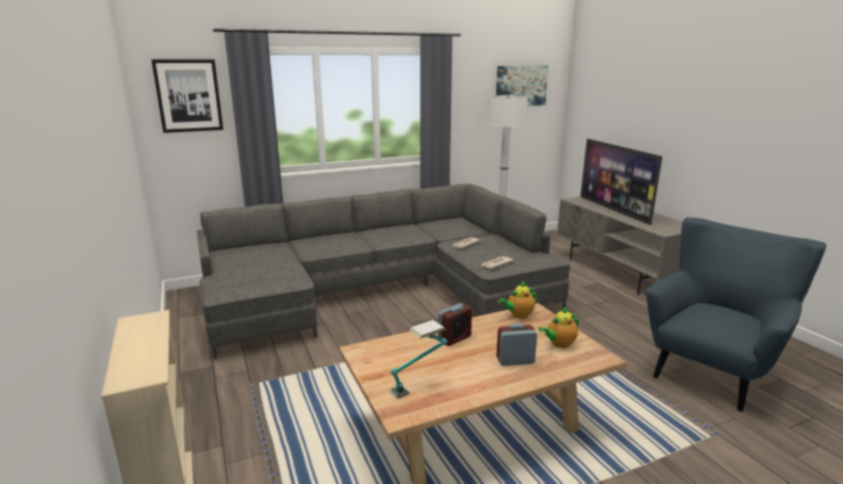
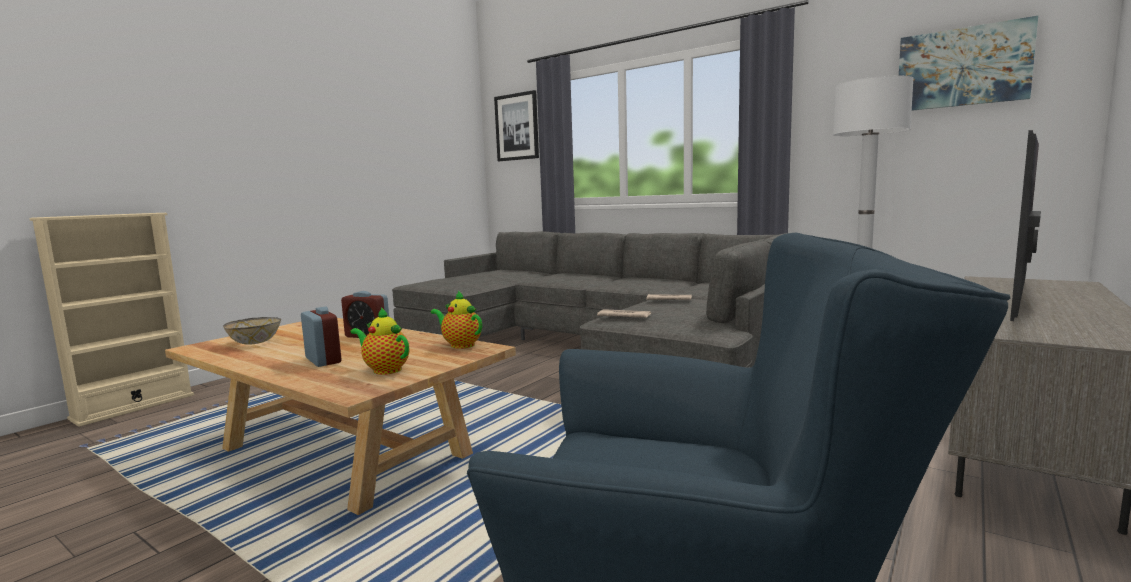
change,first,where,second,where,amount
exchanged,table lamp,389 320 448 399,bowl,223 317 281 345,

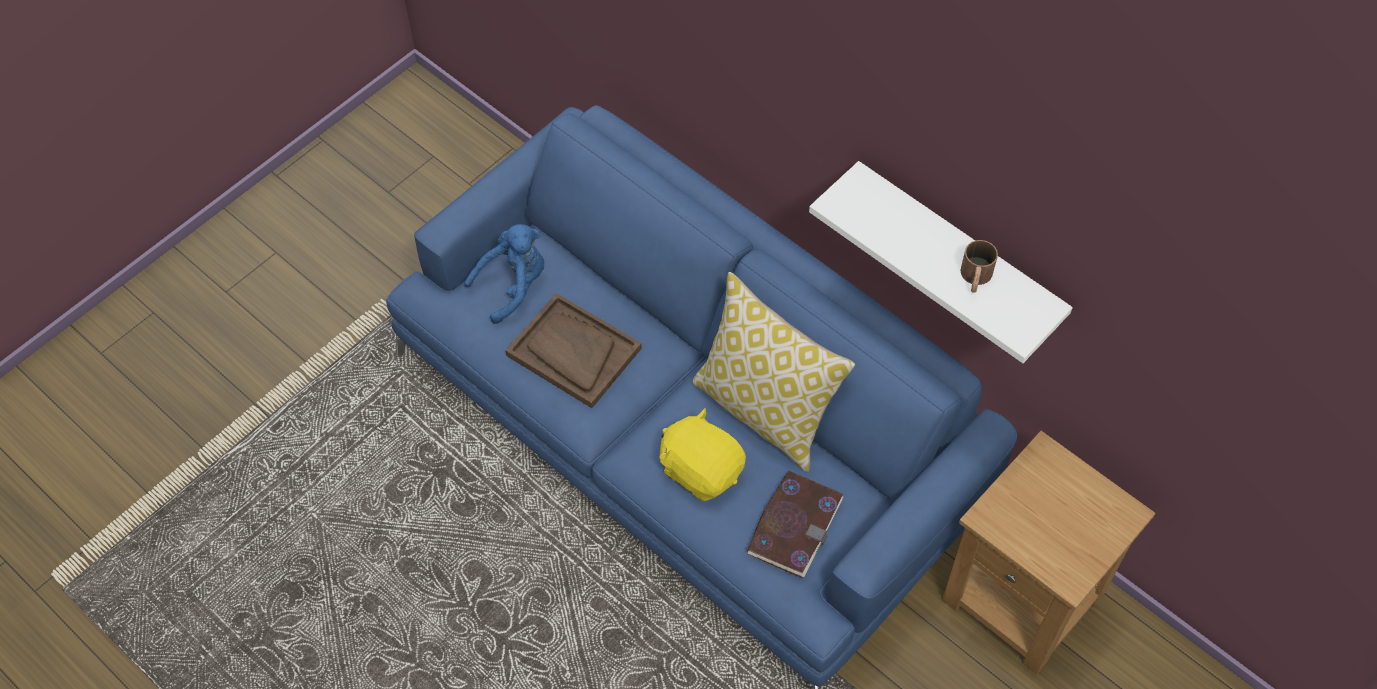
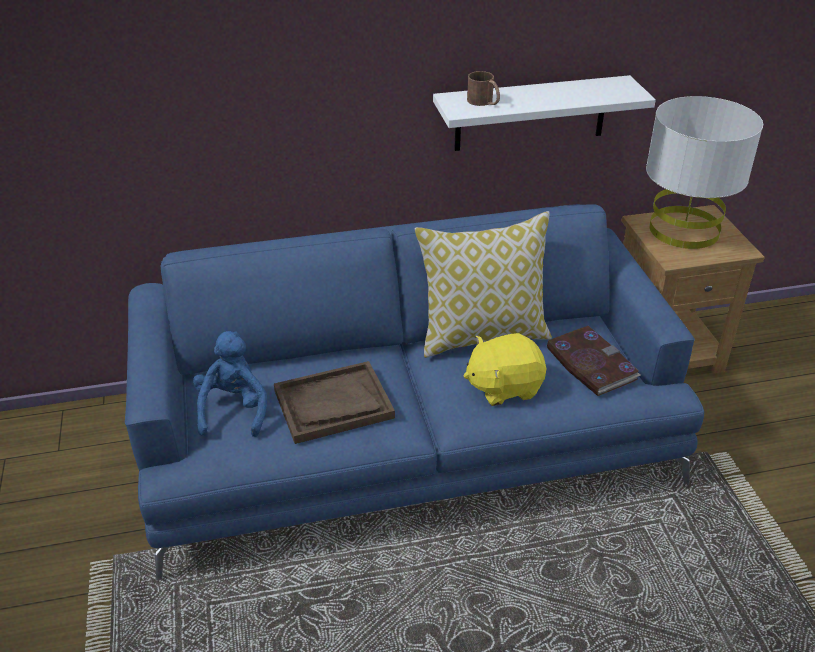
change,first,where,second,where,amount
relocated,mug (brown),960 240 998 293,,467 71 500 106,
appeared,,,table lamp (white),646 96 763 249,

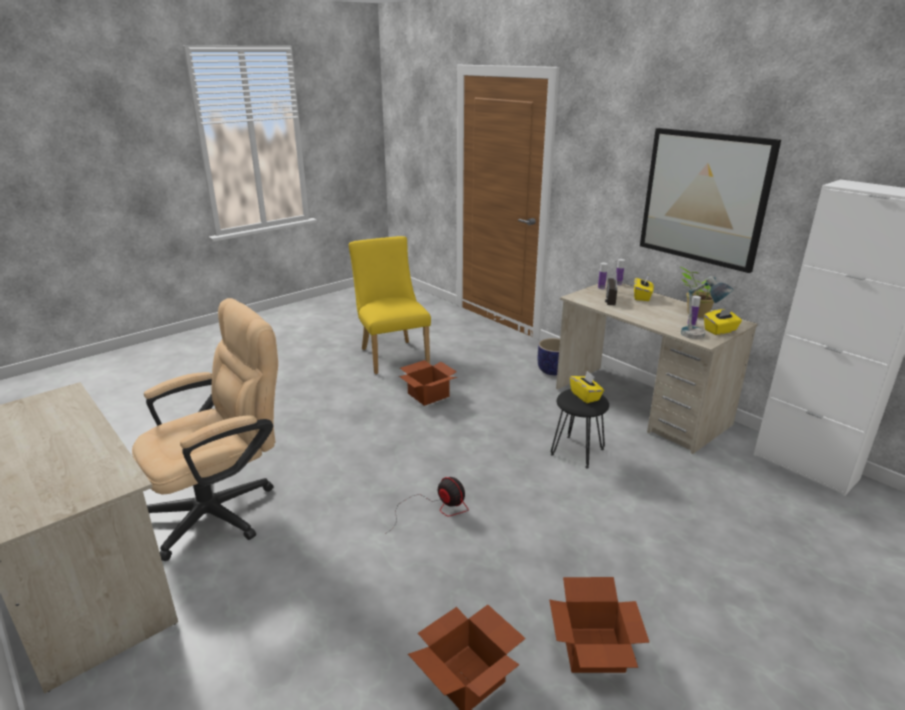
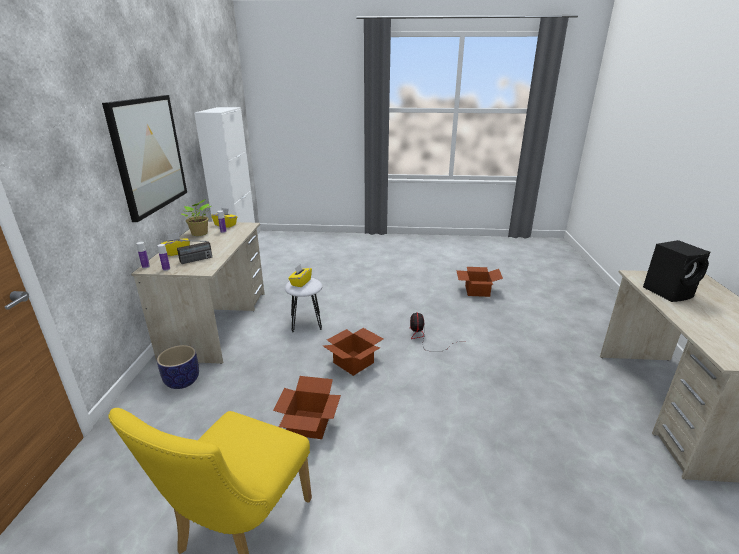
change,first,where,second,where,amount
colour,stool (black),551 389 609 468,stool (white),285 278 322 333,
relocated,cardboard box,549 577 650 673,,323 328 383 376,
appeared,,,speaker (black),643 240 710 302,
missing,office chair (beige),132 298 278 561,,,
missing,table lamp,681 276 734 339,,,

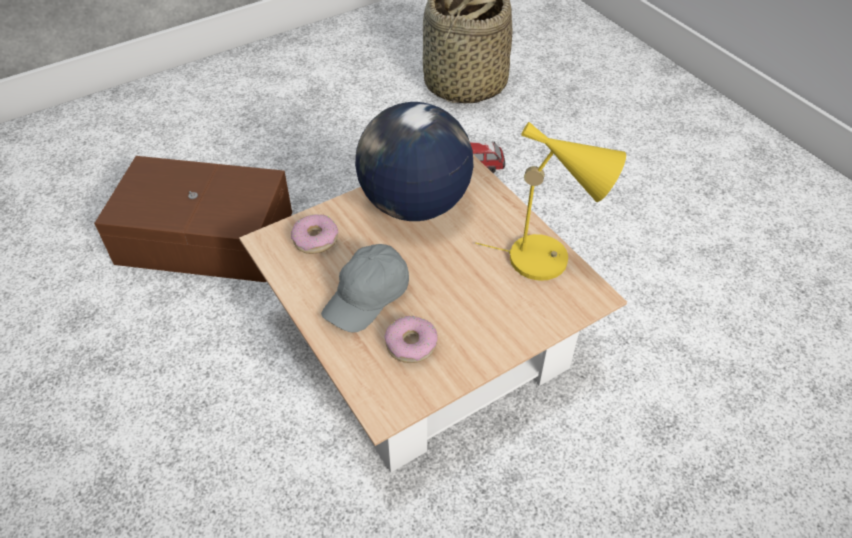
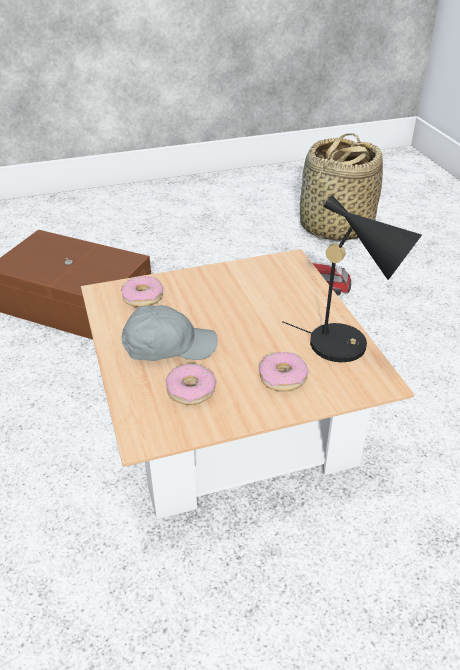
change,first,where,second,where,amount
spun,cap (grey),321 244 409 333,,121 305 218 361,150 degrees counterclockwise
appeared,,,donut,259 352 309 392,
colour,table lamp (yellow),475 122 626 281,table lamp (black),282 195 422 362,
missing,globe,355 102 473 221,,,

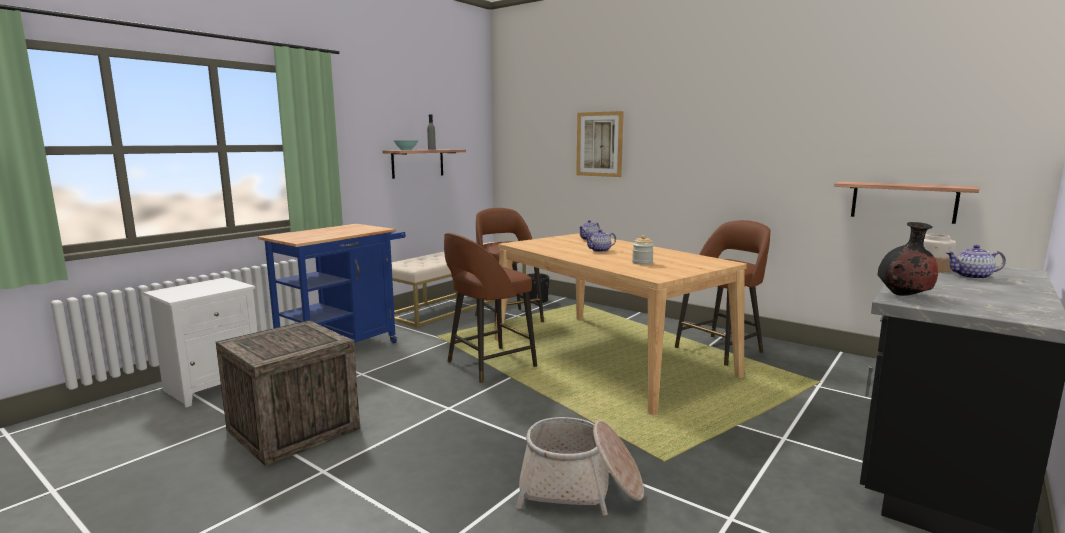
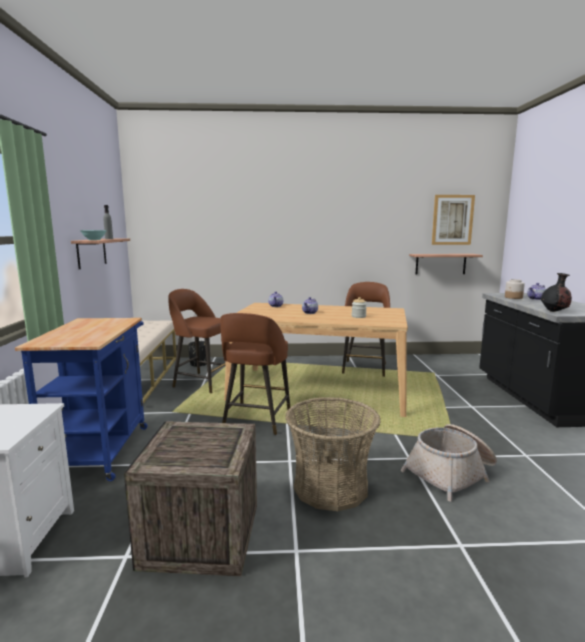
change,first,where,second,where,amount
appeared,,,basket,285 397 381 511,
relocated,picture,576 111 624 177,,432 195 475 245,

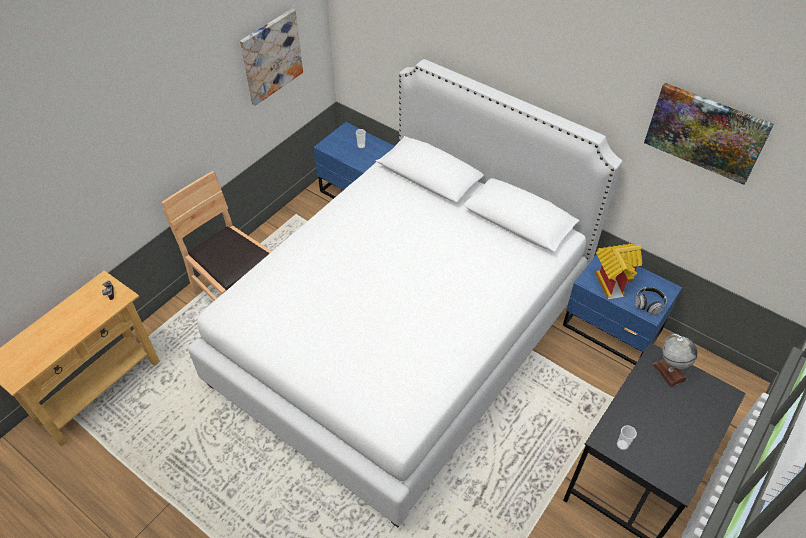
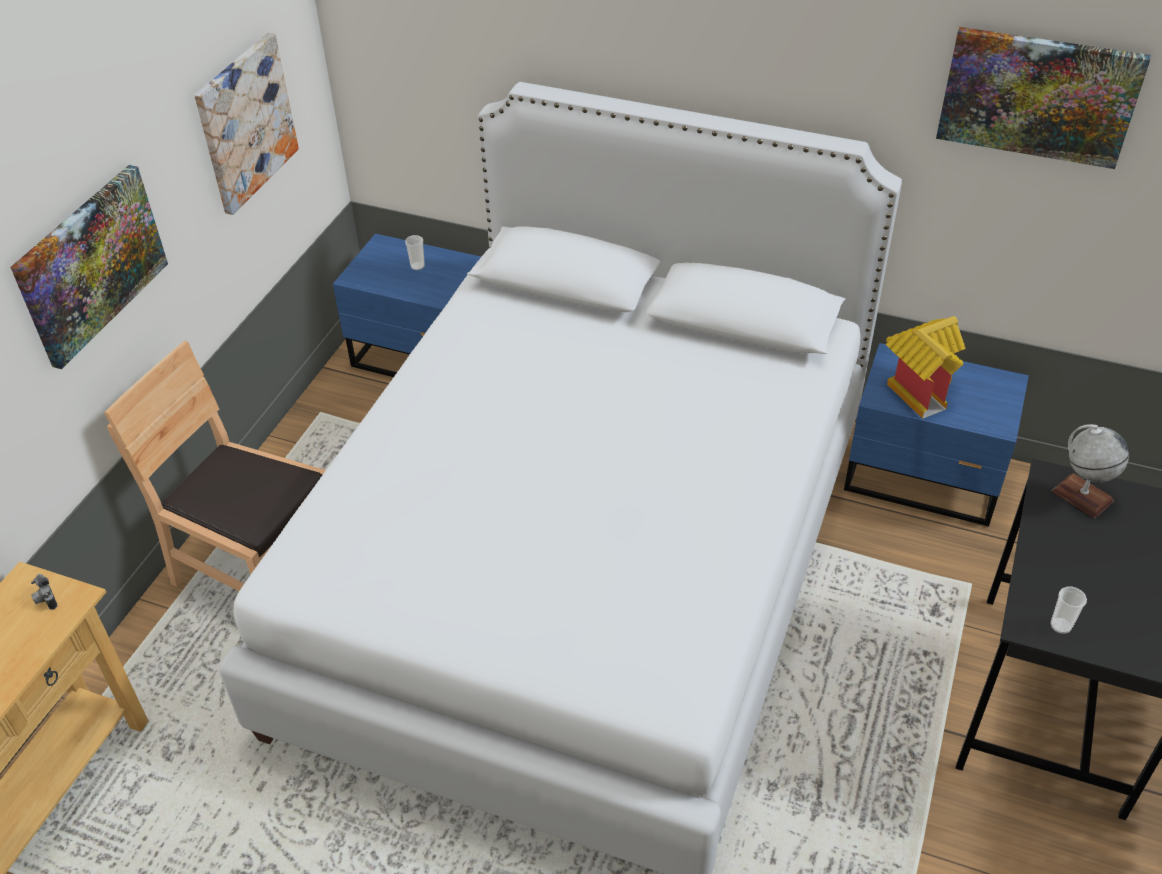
change,first,where,second,where,amount
appeared,,,picture,10 165 168 369,
missing,headphones,635 287 667 315,,,

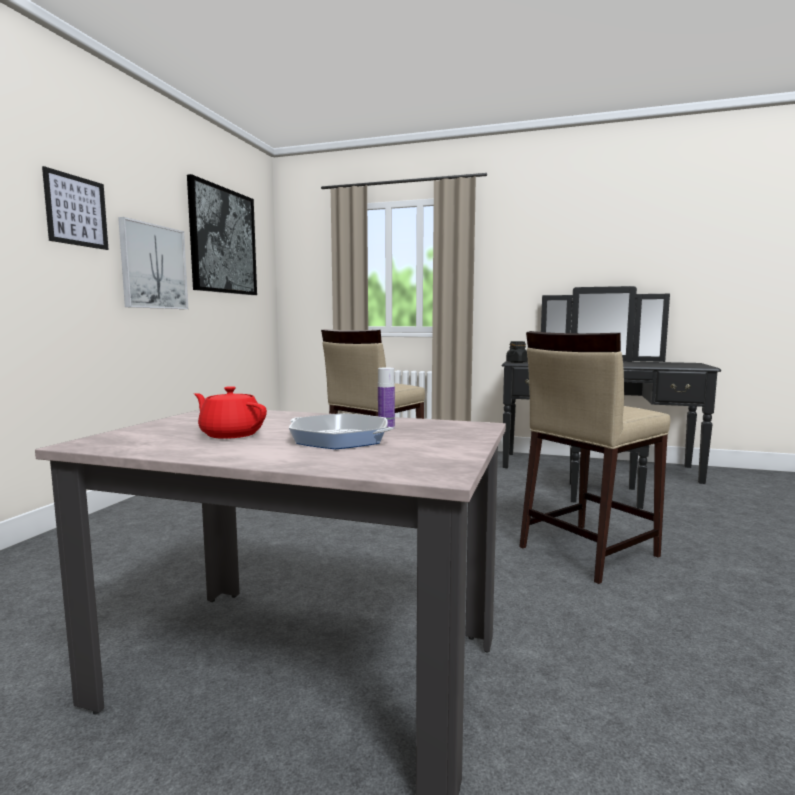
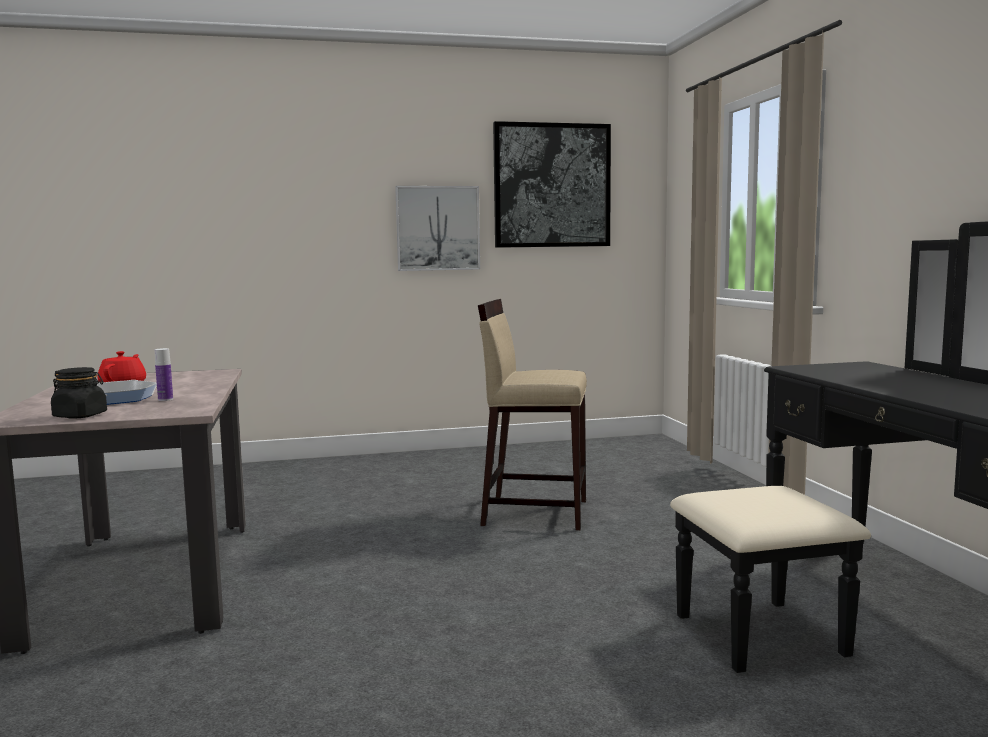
change,first,where,second,where,amount
relocated,jar (black),506 341 528 363,,51 367 107 419,
missing,picture,42 166 109 250,,,
missing,stool (beige),519 331 670 584,,,

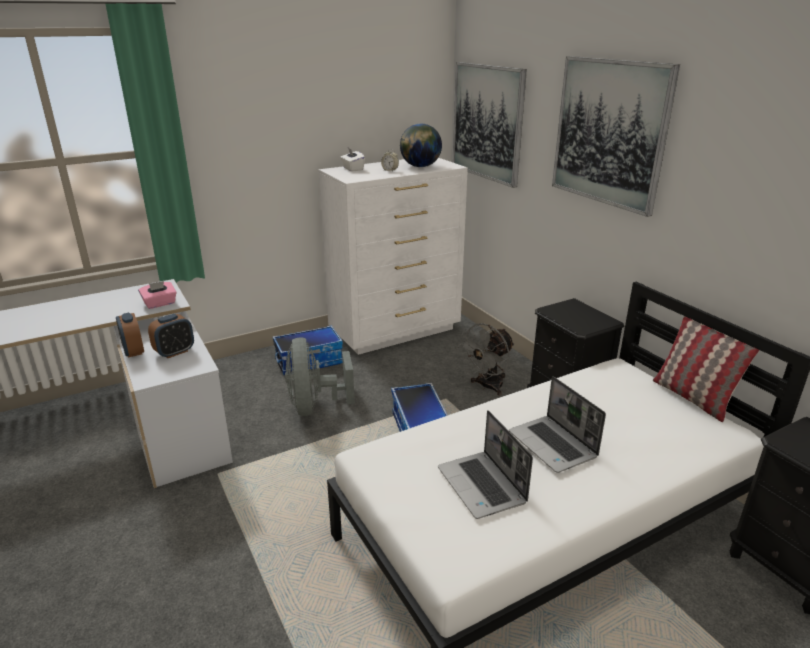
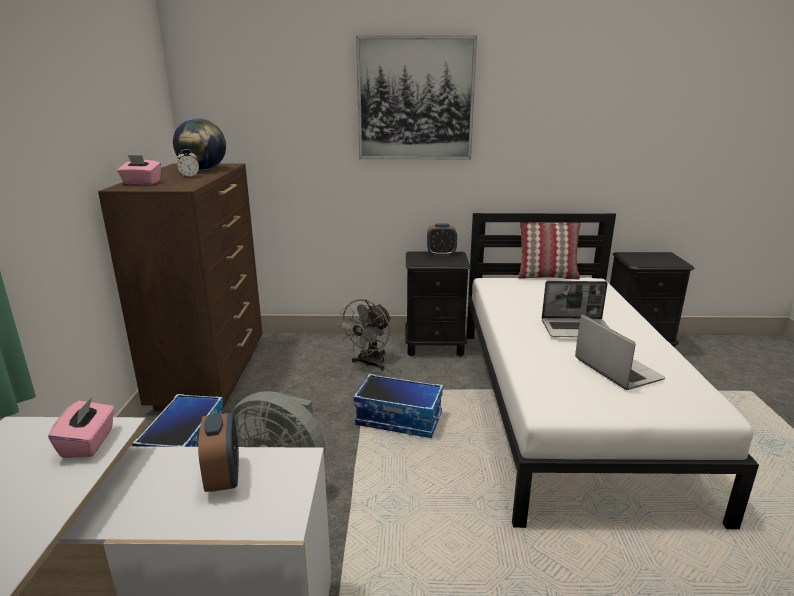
change,first,where,second,where,amount
colour,dresser (white),319 158 468 355,dresser (brown),98 163 263 411,
colour,tissue box (white),340 148 365 172,tissue box (pink),117 155 161 185,
spun,fan (grey),458 323 515 396,,337 299 391 371,45 degrees clockwise
relocated,alarm clock,116 313 144 358,,427 223 457 256,
spun,laptop,438 410 533 519,,575 314 665 390,120 degrees counterclockwise
missing,picture,453 62 527 188,,,

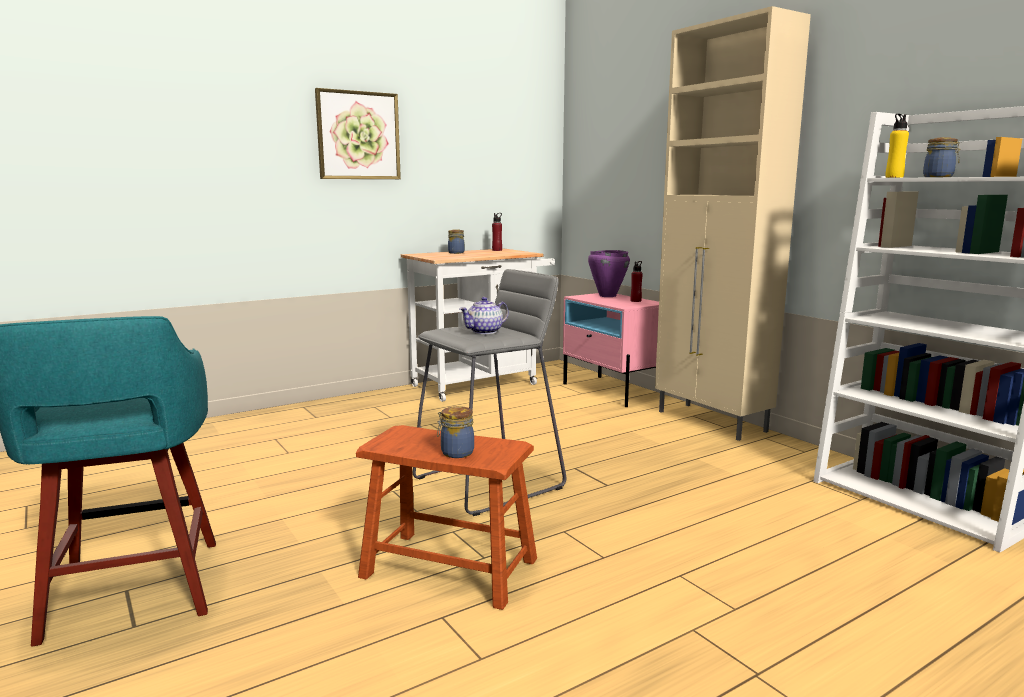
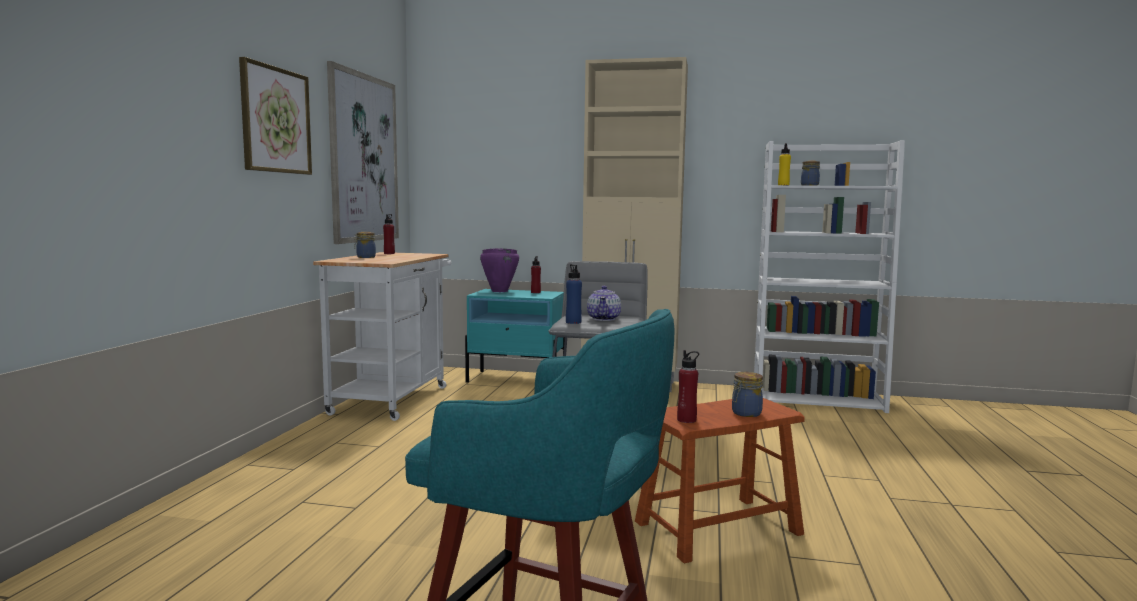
change,first,where,second,where,amount
appeared,,,picture,327 61 399 244,
colour,nightstand (pink),563 293 659 407,nightstand (turquoise),465 289 565 383,
appeared,,,bottle (blue),566 264 582 324,
appeared,,,bottle (red),677 350 699 423,

